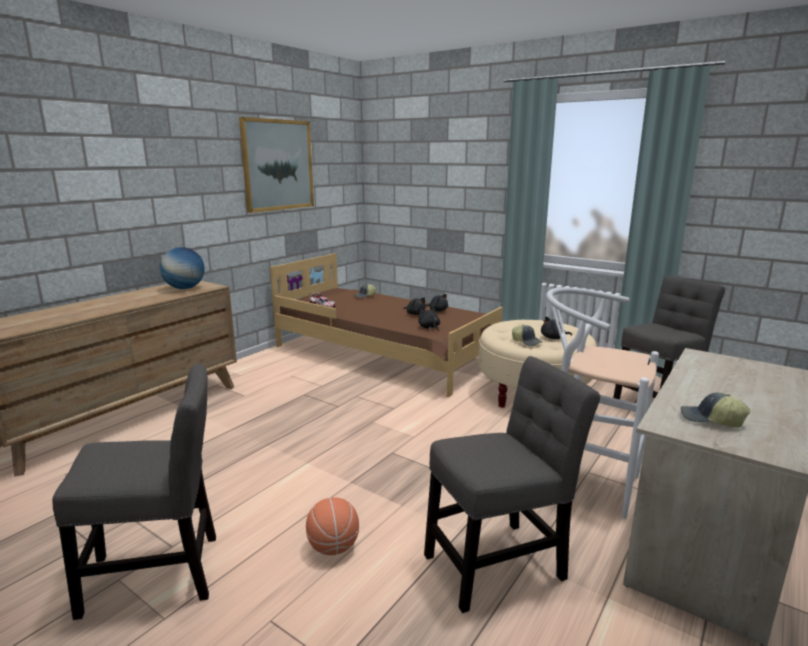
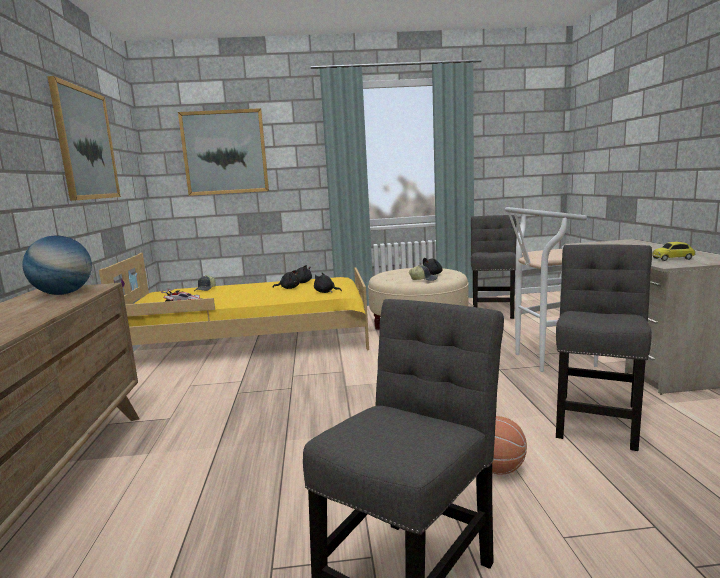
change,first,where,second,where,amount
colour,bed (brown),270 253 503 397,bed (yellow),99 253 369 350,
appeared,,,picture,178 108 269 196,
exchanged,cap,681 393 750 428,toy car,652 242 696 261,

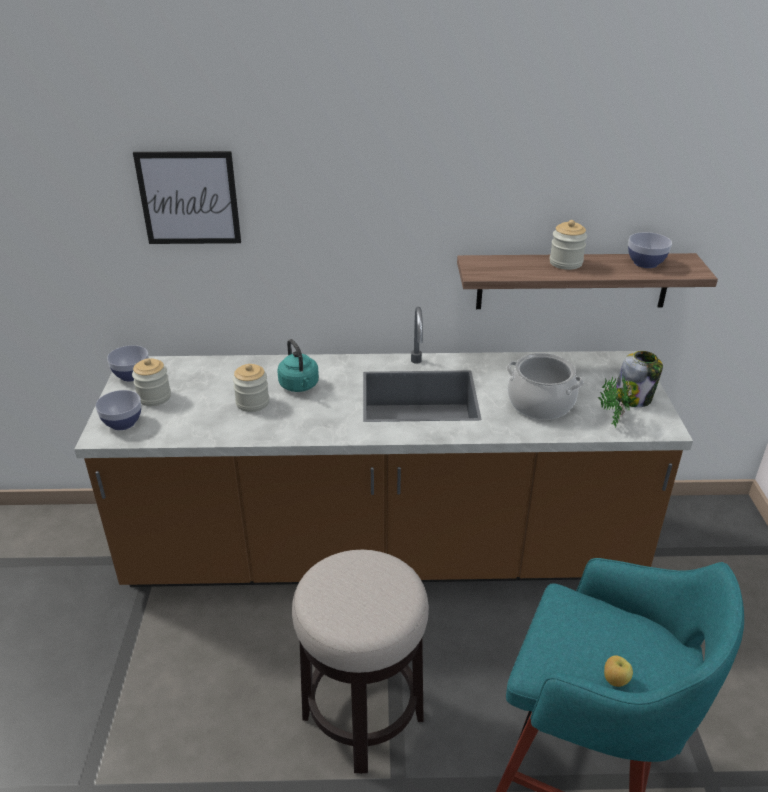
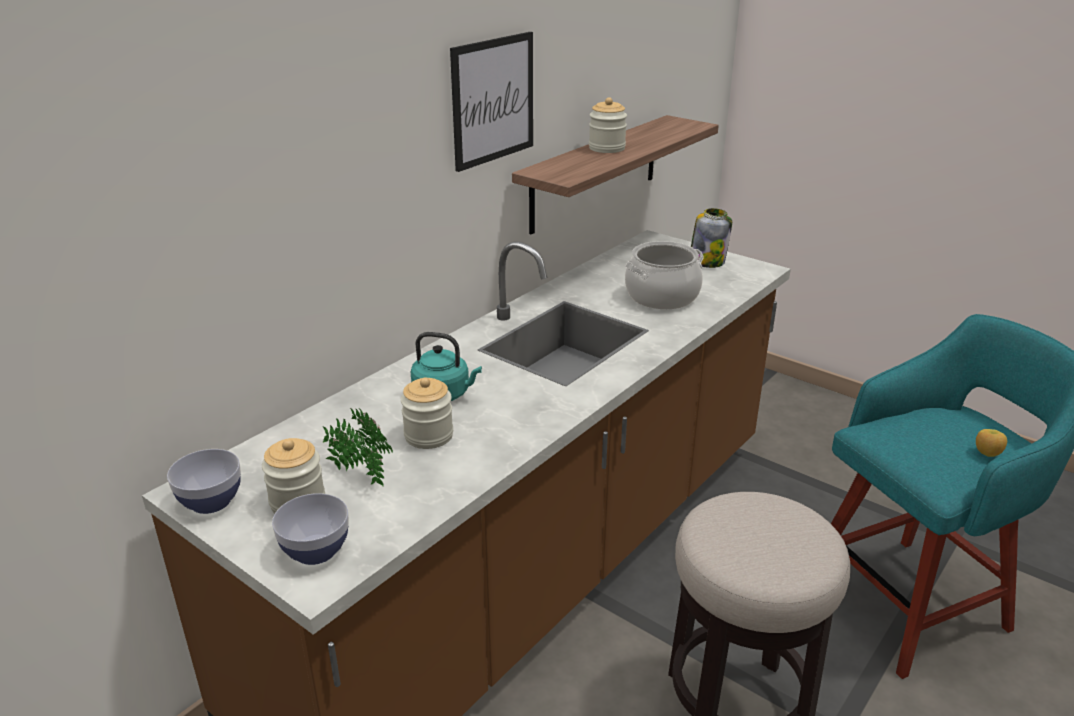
change,first,where,second,where,amount
relocated,potted plant,597 374 632 428,,323 408 393 486,
relocated,picture,133 151 241 244,,450 32 533 172,
missing,bowl,628 232 672 268,,,

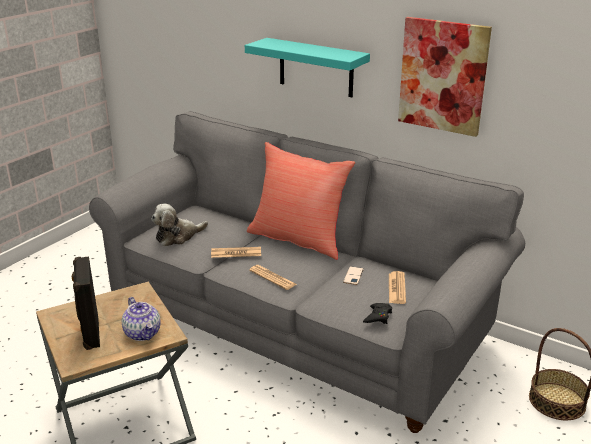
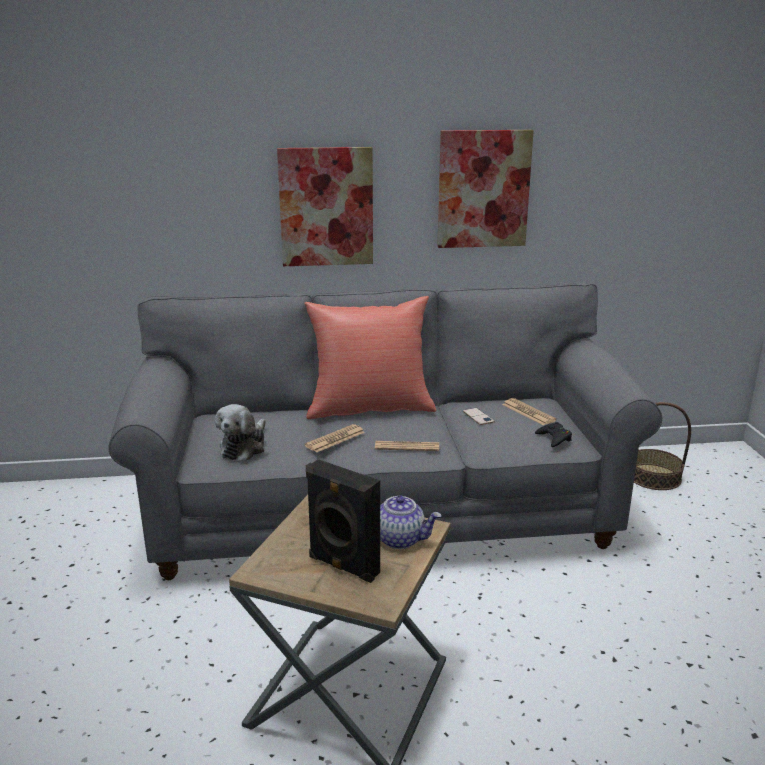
change,first,where,second,where,amount
exchanged,shelf (turquoise),245 38 370 97,picture,277 147 373 266,

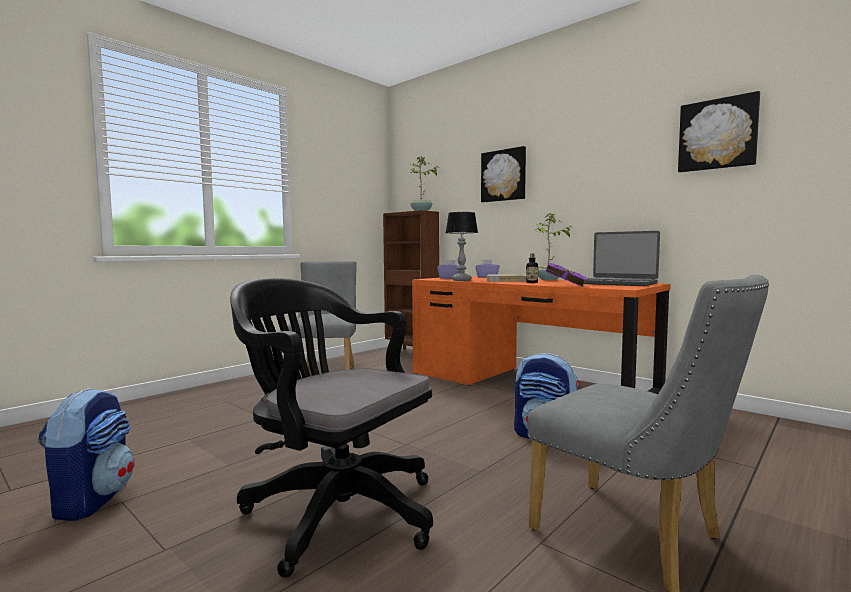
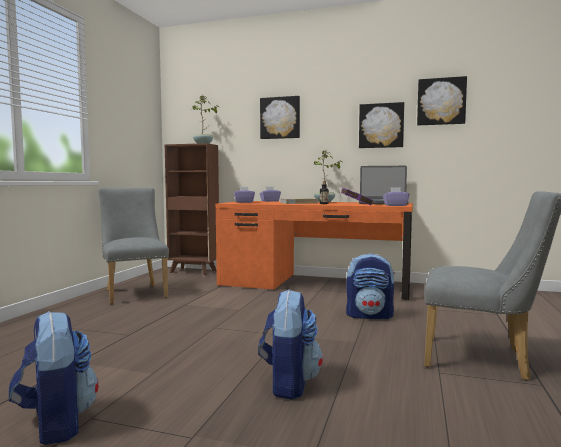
change,first,where,second,where,amount
exchanged,office chair (black),230 278 433 578,backpack,258 289 323 400,
appeared,,,picture,359 102 404 148,
appeared,,,tissue box (purple),383 187 409 206,
missing,table lamp,446 212 478 281,,,

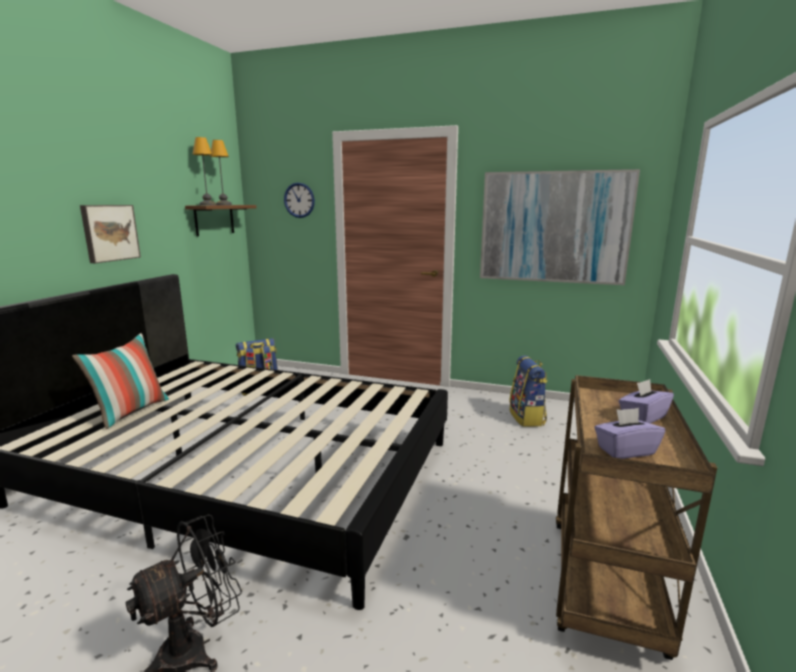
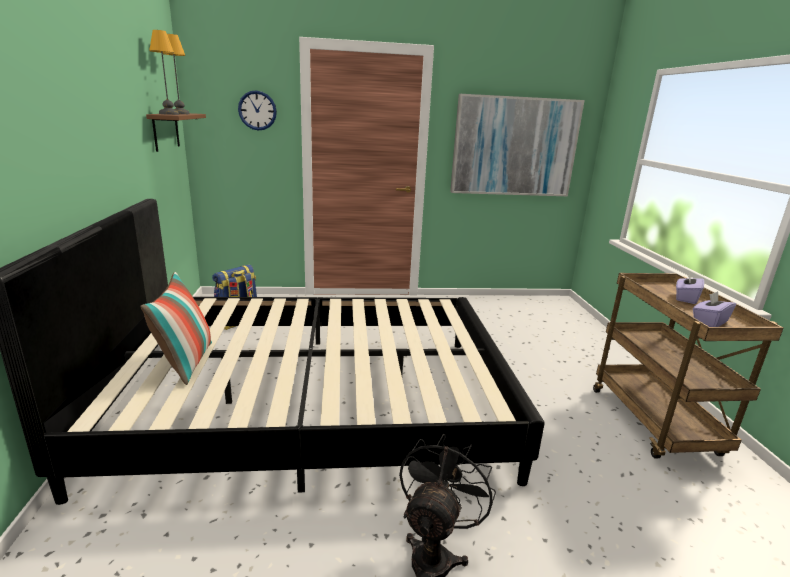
change,first,where,second,where,amount
missing,picture,80 205 141 263,,,
missing,backpack,509 355 547 427,,,

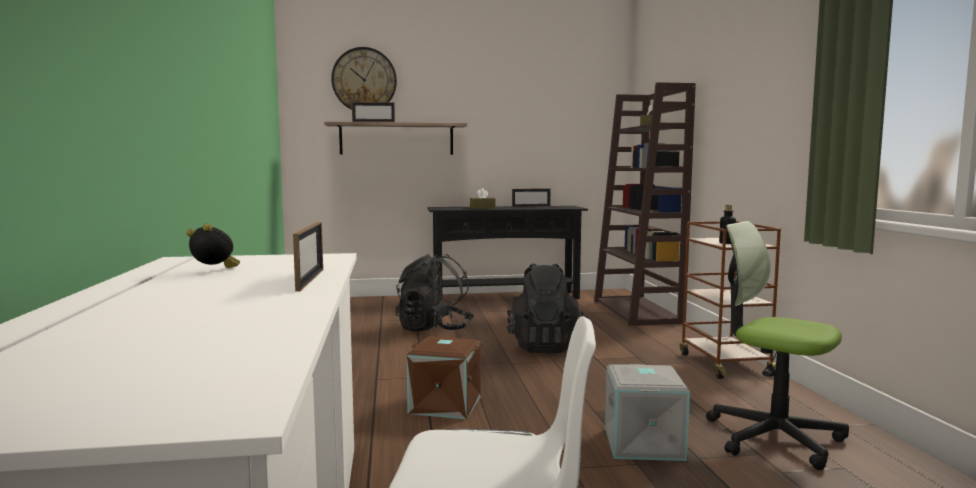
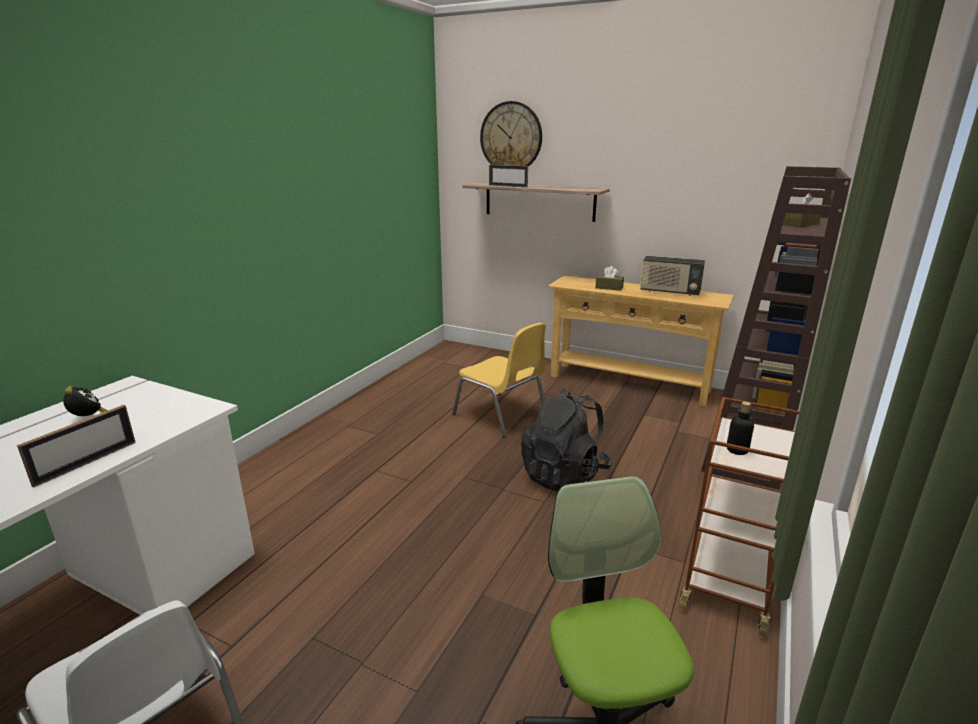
change,first,where,second,where,amount
exchanged,backpack (black),395 254 474 331,chair (yellow),452 323 546 438,
colour,console table (black),427 206 588 299,console table (beige),548 275 734 406,
exchanged,picture frame,512 188 551 207,radio,640 256 705 295,
missing,storage box (brown),407 336 481 419,,,
missing,storage box (grey),605 364 690 461,,,

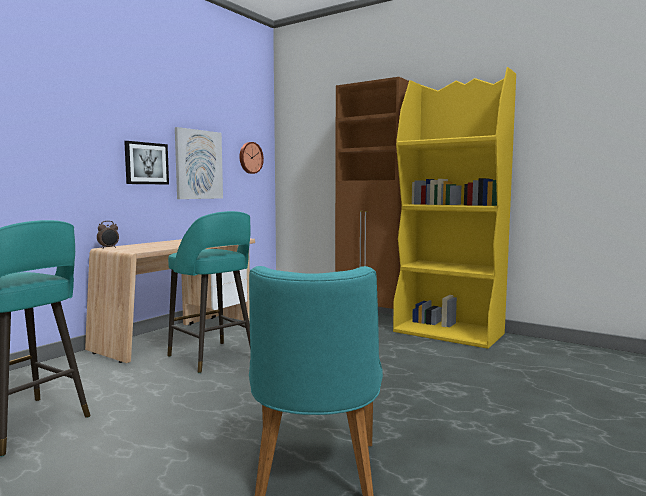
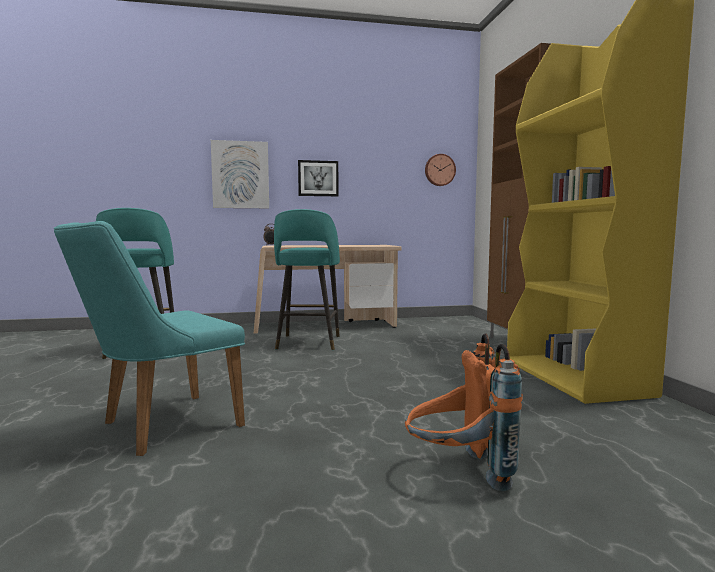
change,first,where,second,where,amount
relocated,picture,175 127 223 199,,211 140 269 208,
appeared,,,backpack (orange),405 333 523 491,

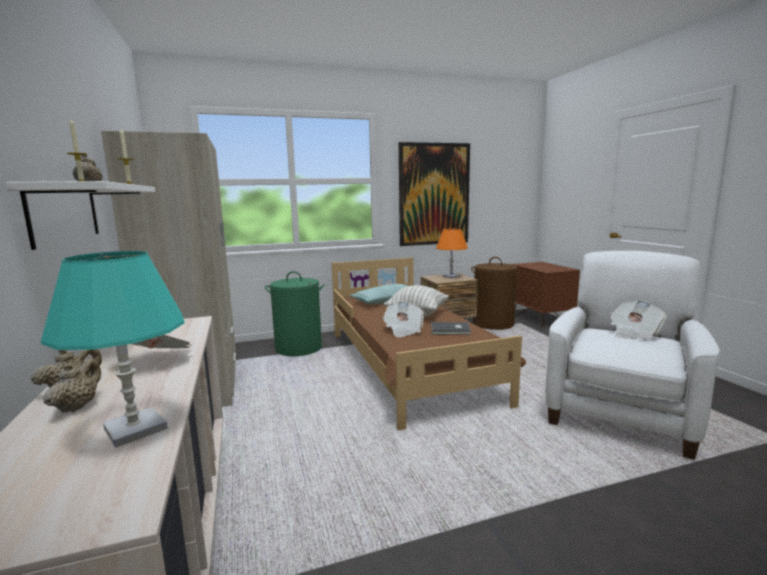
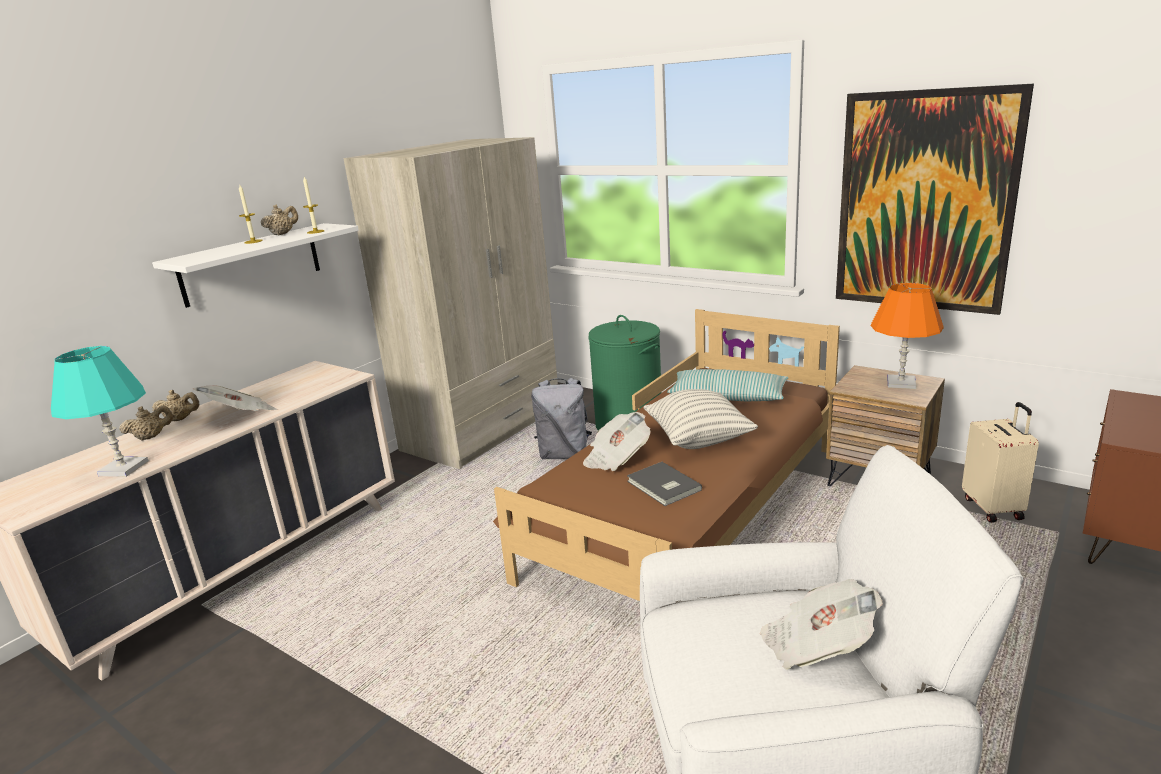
change,first,where,second,where,amount
appeared,,,backpack (grey),531 378 592 459,
exchanged,laundry basket (brown),471 257 522 330,suitcase (beige),962 402 1039 523,

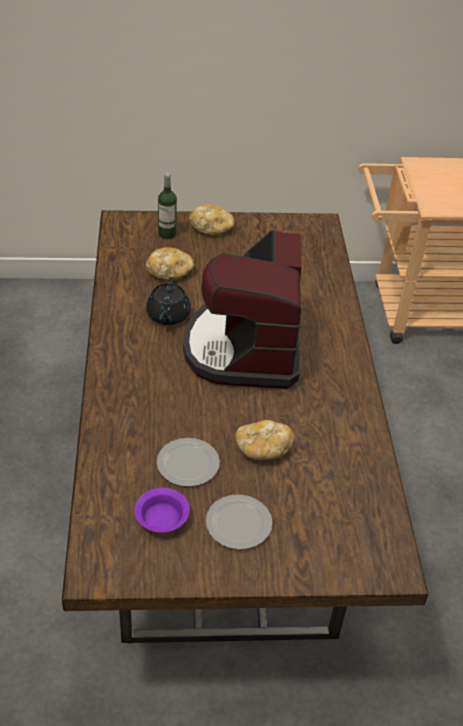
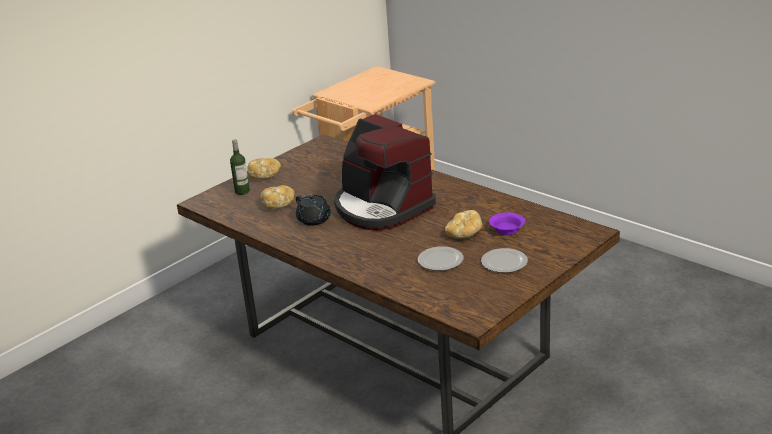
change,first,where,second,where,amount
relocated,bowl (purple),135 488 190 533,,489 212 525 235,

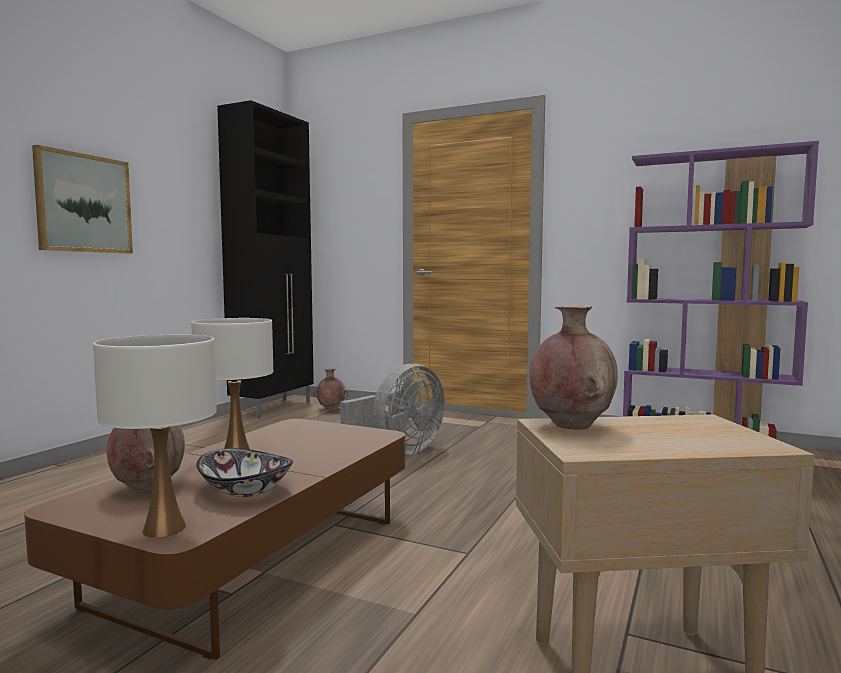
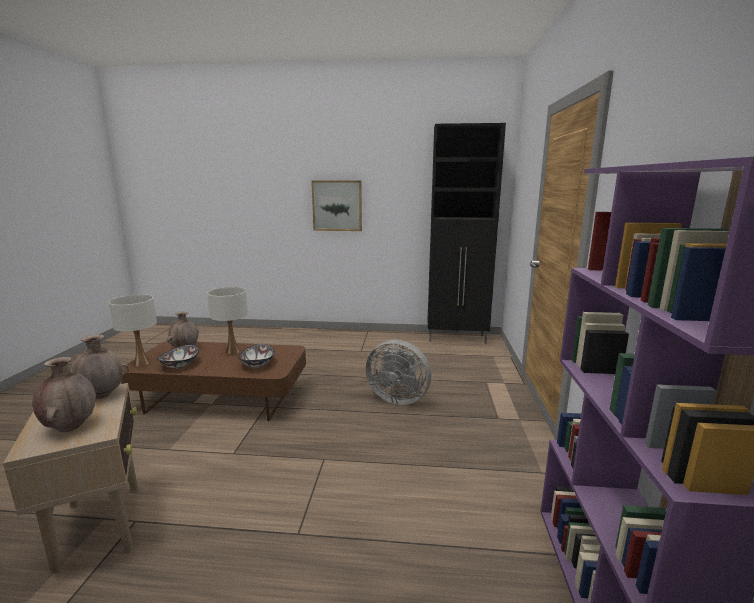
change,first,where,second,where,amount
relocated,vase (brown),314 368 348 410,,32 357 96 432,
appeared,,,bowl,238 344 275 368,

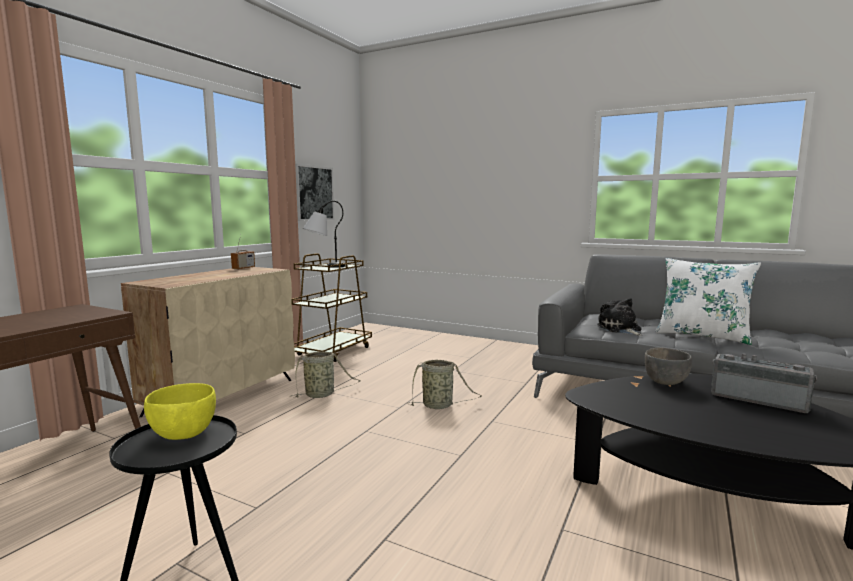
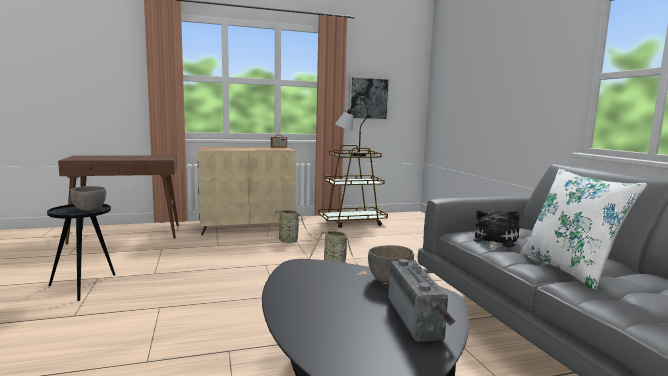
change,first,where,second,where,amount
colour,bowl (yellow),144 383 216 440,bowl (grey),70 186 106 211,

